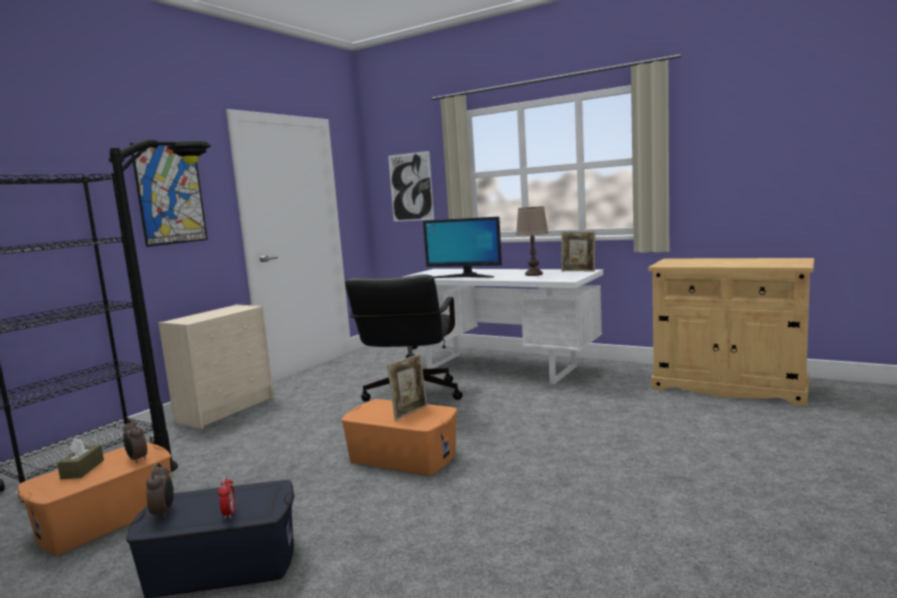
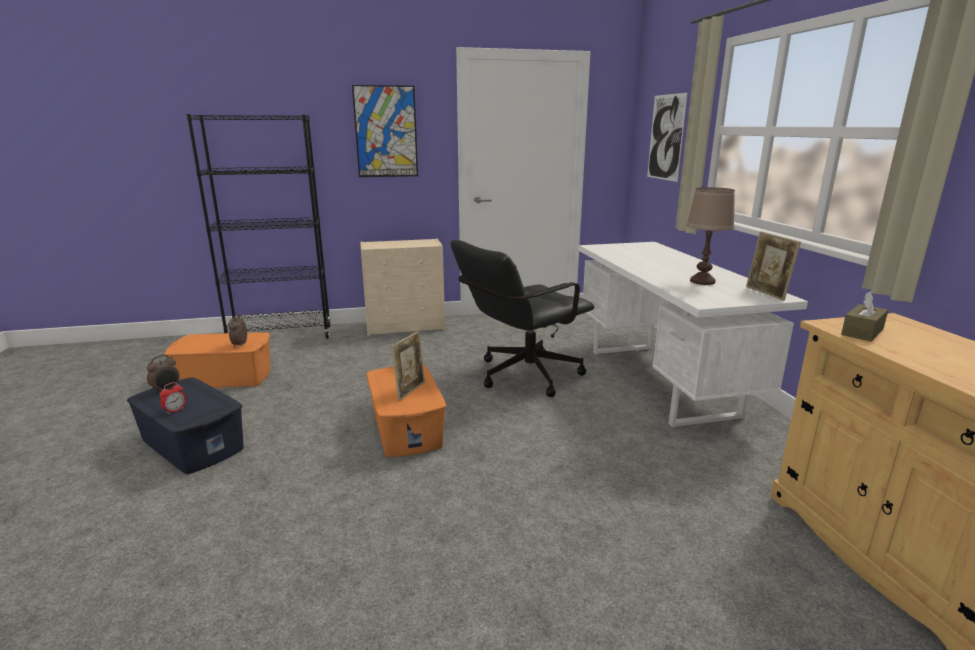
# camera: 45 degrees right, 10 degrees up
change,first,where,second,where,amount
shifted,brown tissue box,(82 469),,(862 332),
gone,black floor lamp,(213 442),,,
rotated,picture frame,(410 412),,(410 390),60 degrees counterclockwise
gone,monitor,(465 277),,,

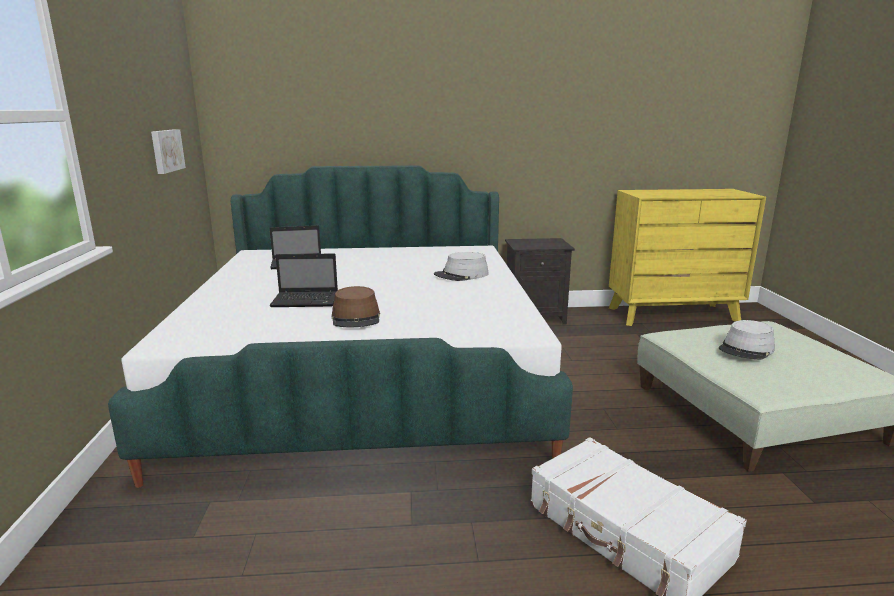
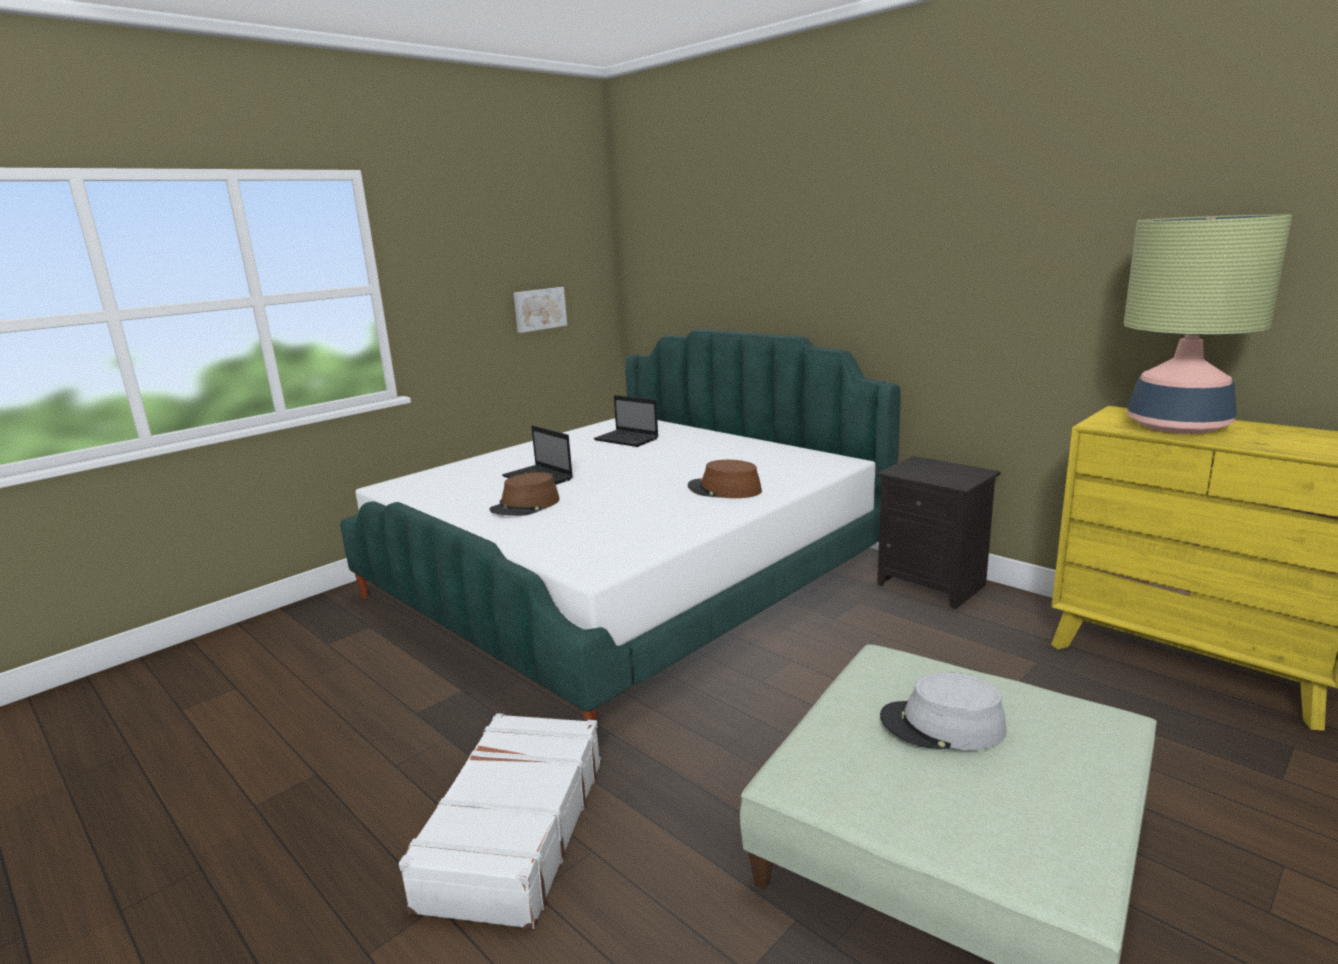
# camera: 50 degrees right, 0 degrees up
change,first,where,second,where,amount
repainted,grey hat,(461 275),brown hat,(724 490),
new,,,table lamp,(1178 425),

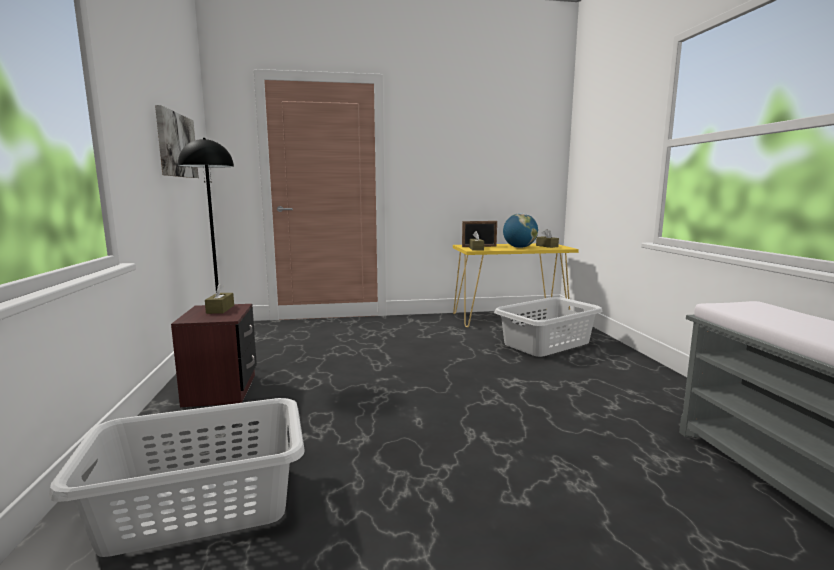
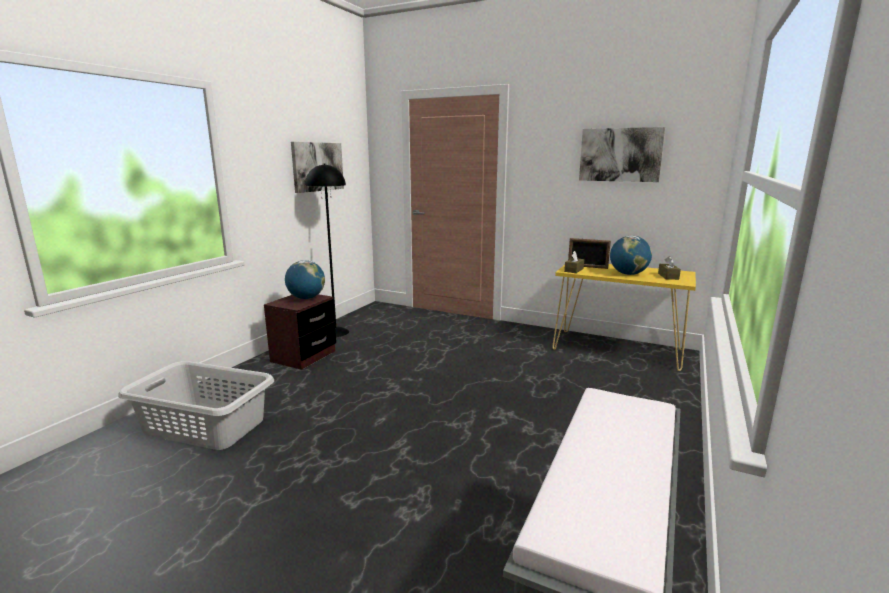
# camera: 35 degrees right, 5 degrees up
change,first,where,second,where,amount
swapped,brown tissue box,(220 309),globe,(306 298),
gone,grey laundry basket,(547 344),,,
new,,,picture,(620 155),

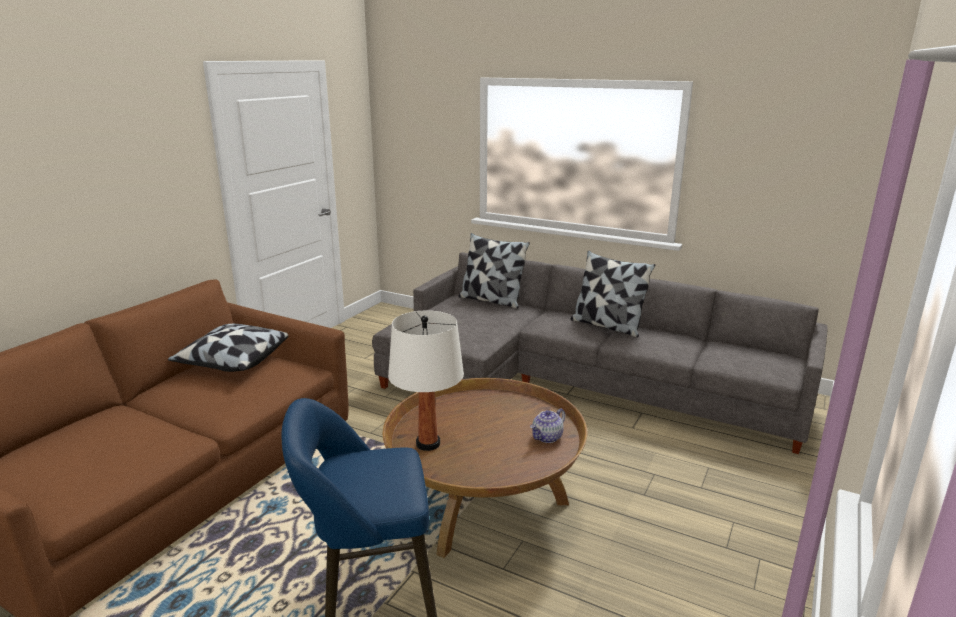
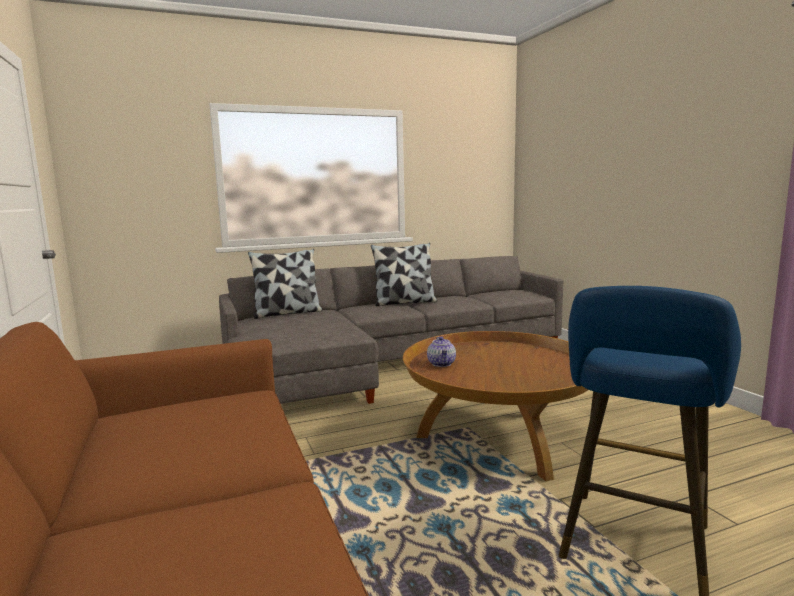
# camera: 50 degrees left, 10 degrees down
change,first,where,second,where,amount
gone,pillow,(232 362),,,
gone,white table lamp,(427 444),,,
shifted,teapot,(547 437),,(442 364),

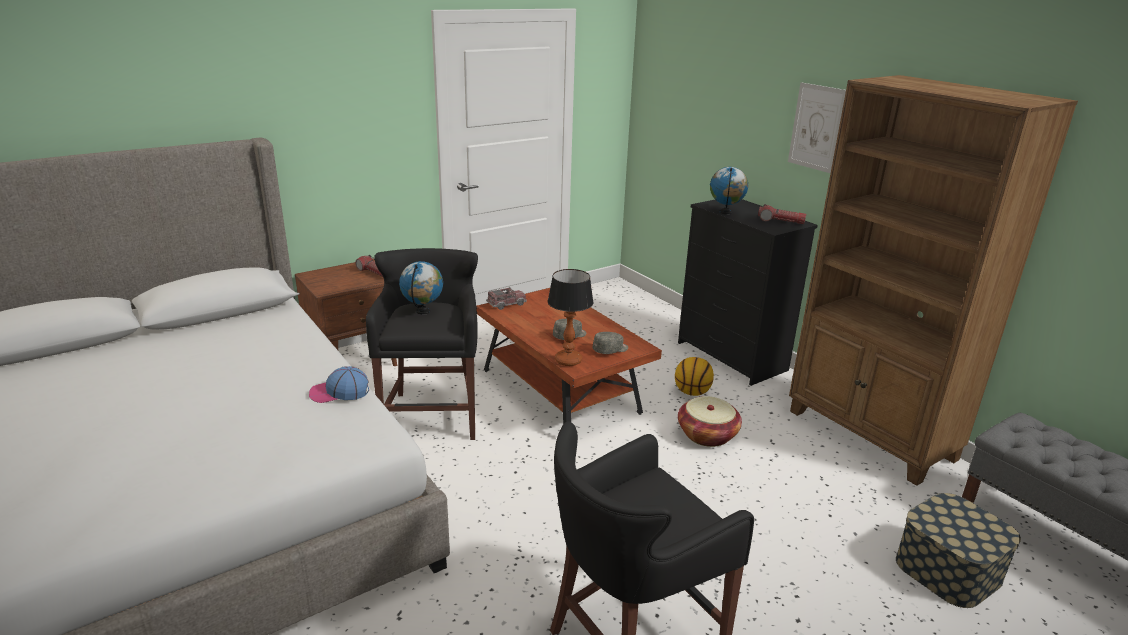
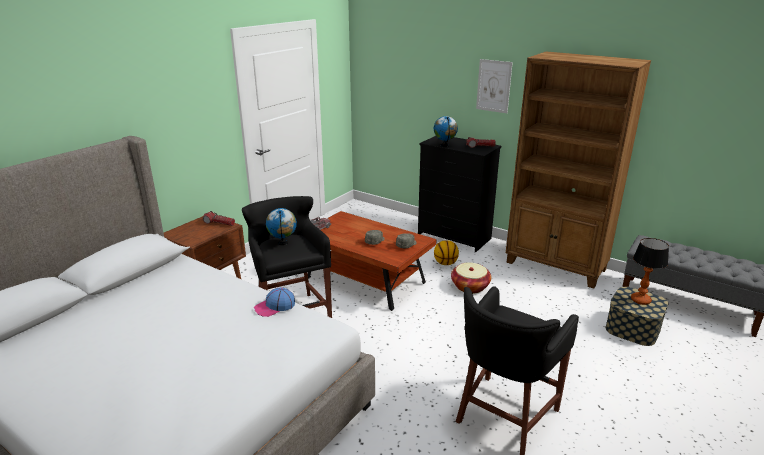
# camera: 20 degrees left, 0 degrees up
change,first,where,second,where,amount
shifted,table lamp,(567 360),,(640 300),

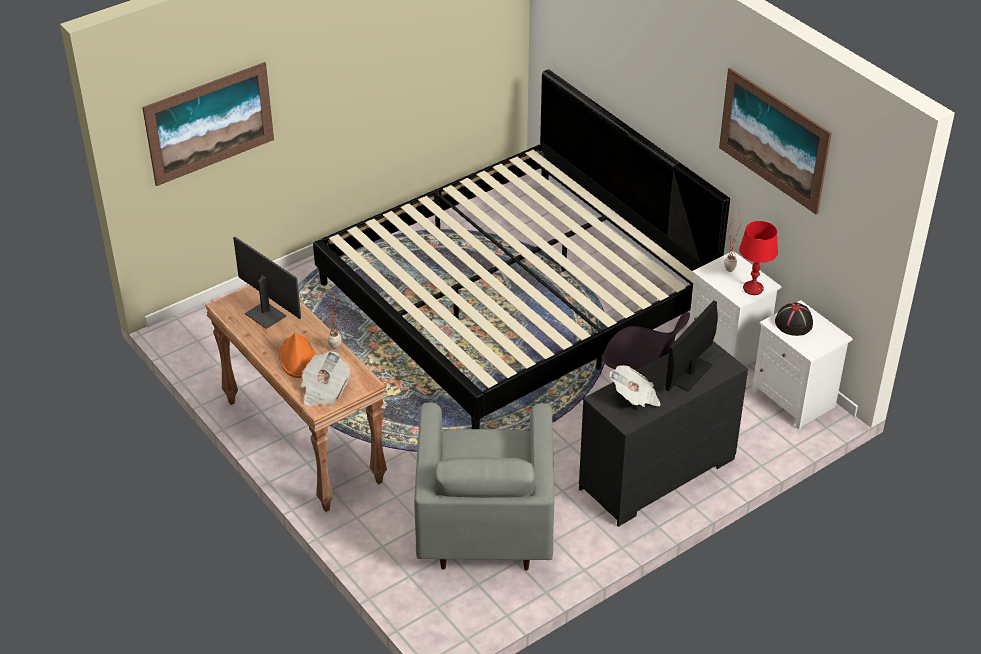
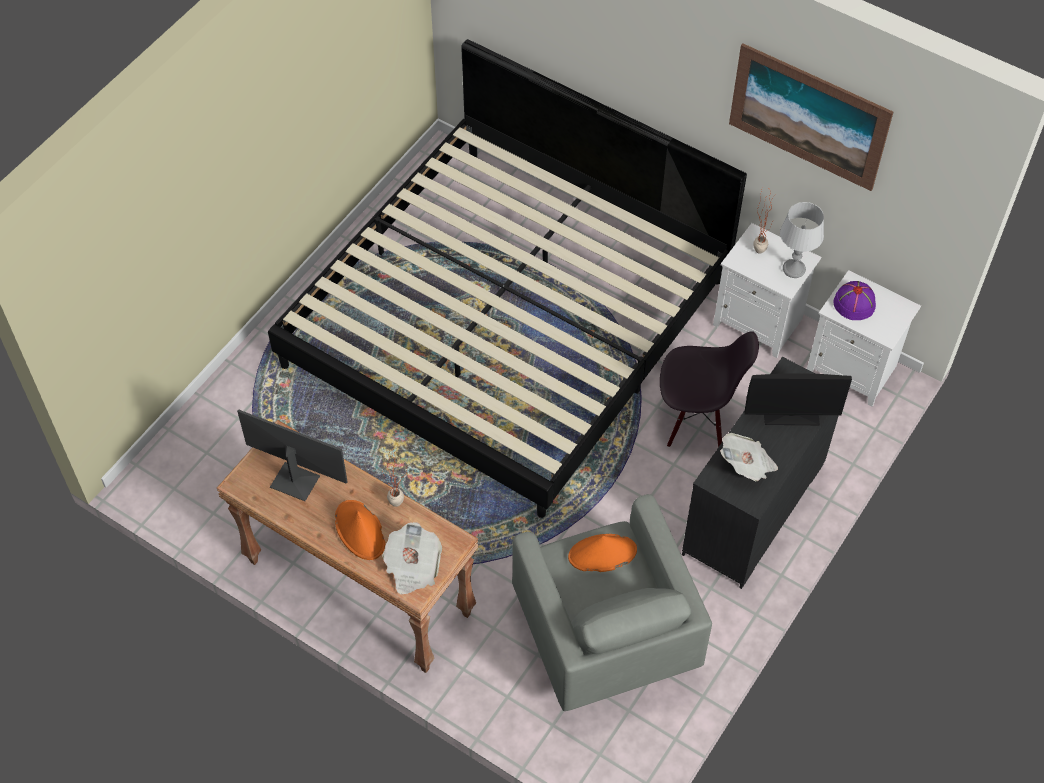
# camera: 20 degrees left, 15 degrees up
change,first,where,second,where,amount
gone,picture,(209 123),,,
rotated,monitor,(691 373),,(791 414),105 degrees counterclockwise
repainted,red table lamp,(752 289),grey table lamp,(793 269),
repainted,black hat,(794 323),purple hat,(854 303),
new,,,orange hat,(602 554),

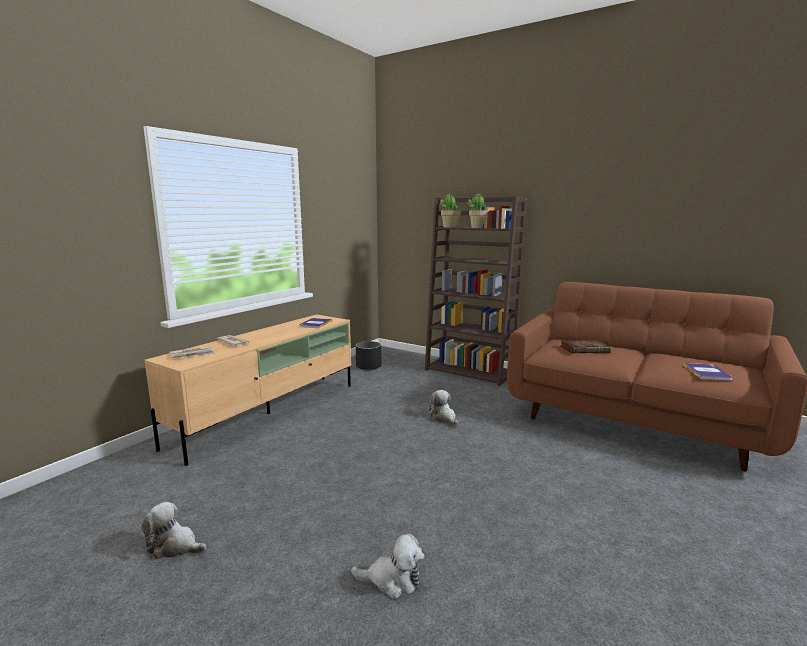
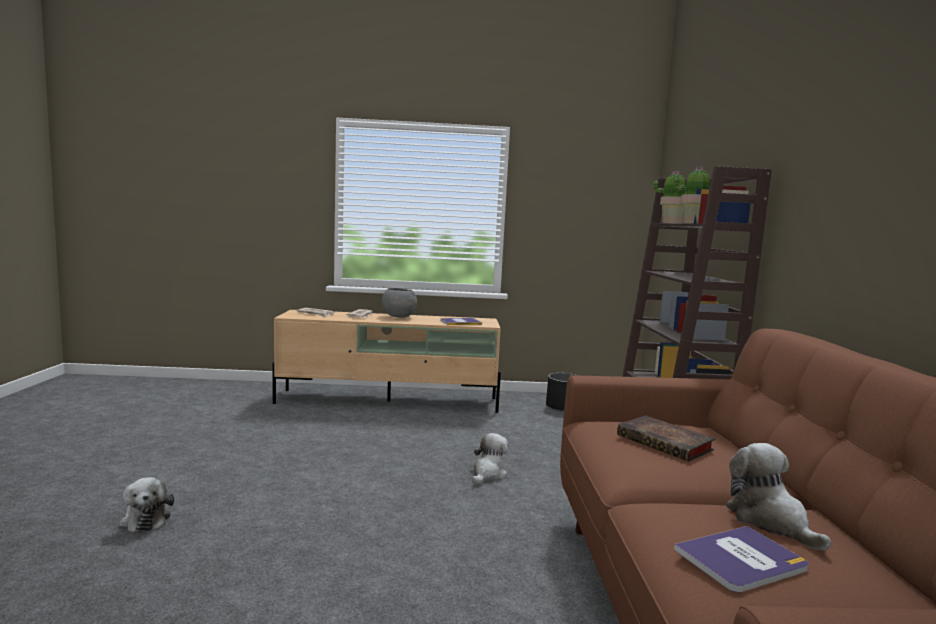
# camera: 55 degrees right, 5 degrees down
change,first,where,second,where,amount
shifted,plush toy,(174 546),,(770 521),
new,,,grey bowl,(398 317),

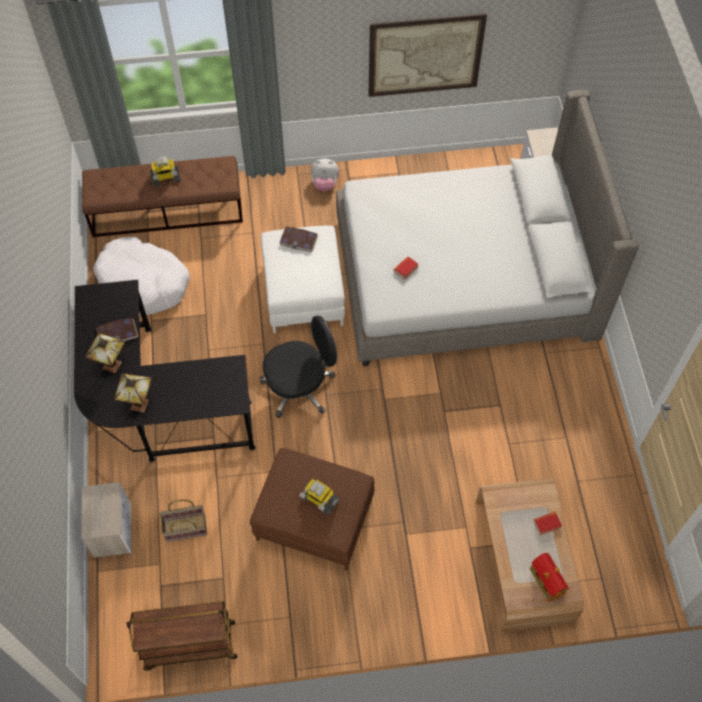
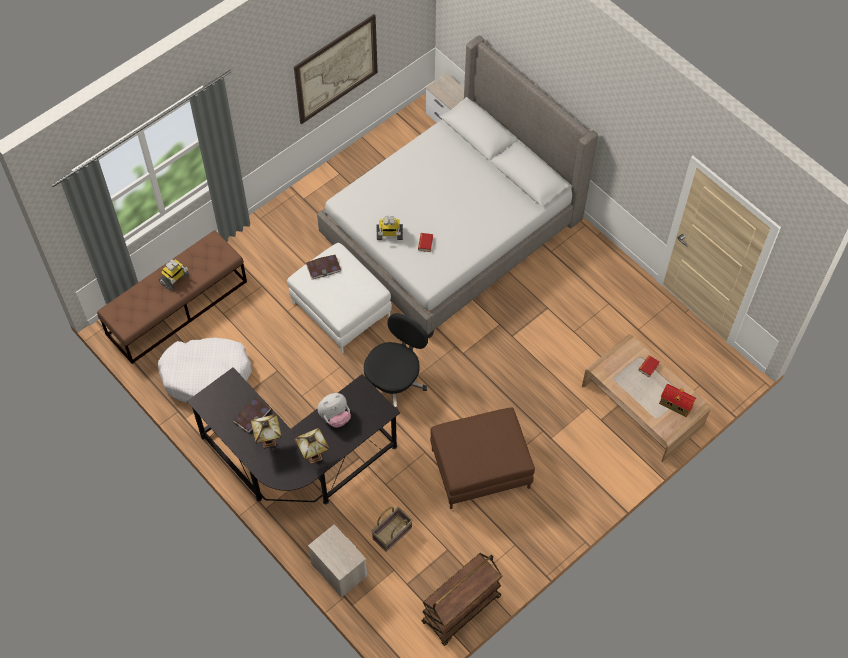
# camera: 35 degrees left, 0 degrees up
change,first,where,second,where,amount
shifted,toy robot,(319 500),,(389 234),
shifted,plush toy,(325 184),,(335 417),

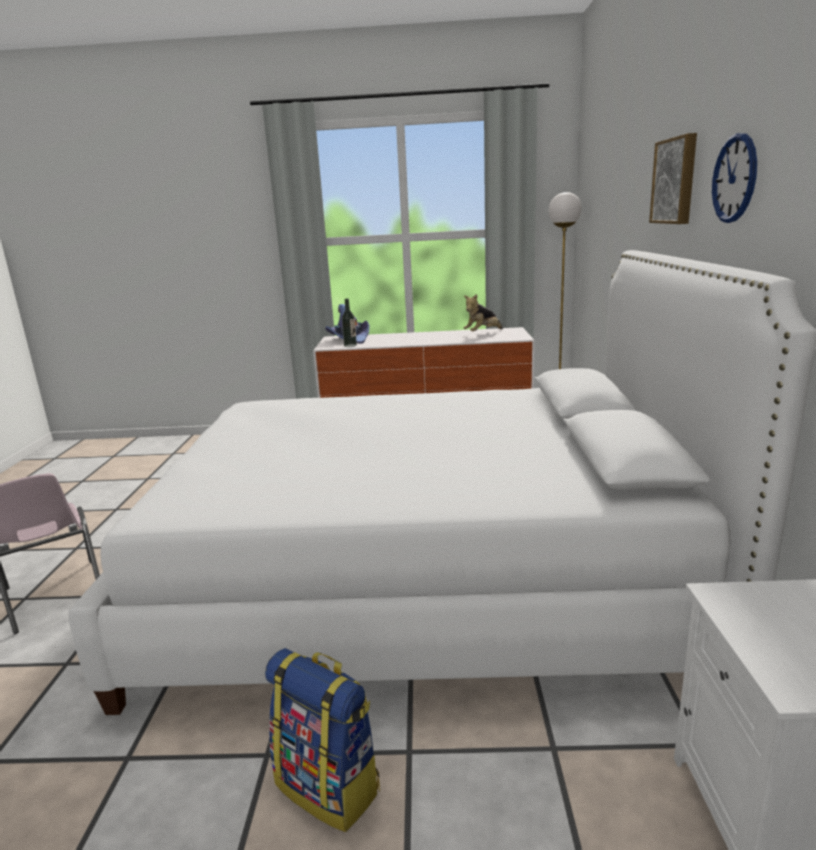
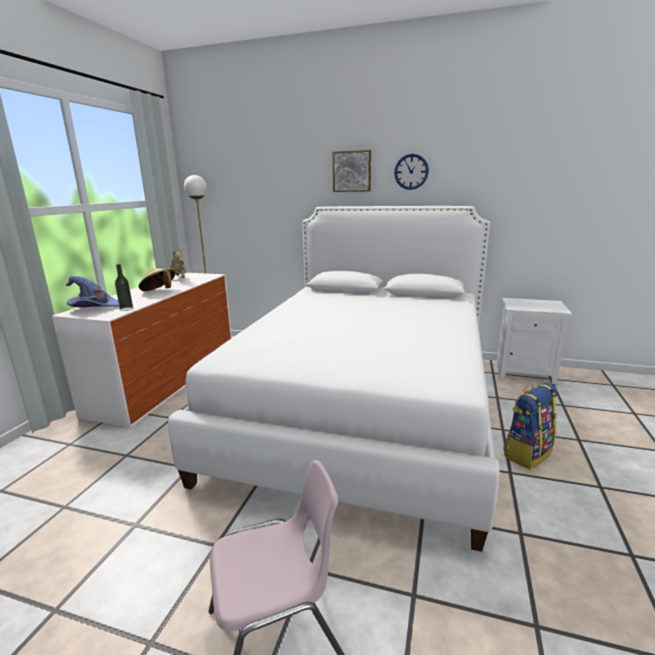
# camera: 75 degrees left, 0 degrees up
change,first,where,second,where,amount
new,,,beige hat,(159 292),

